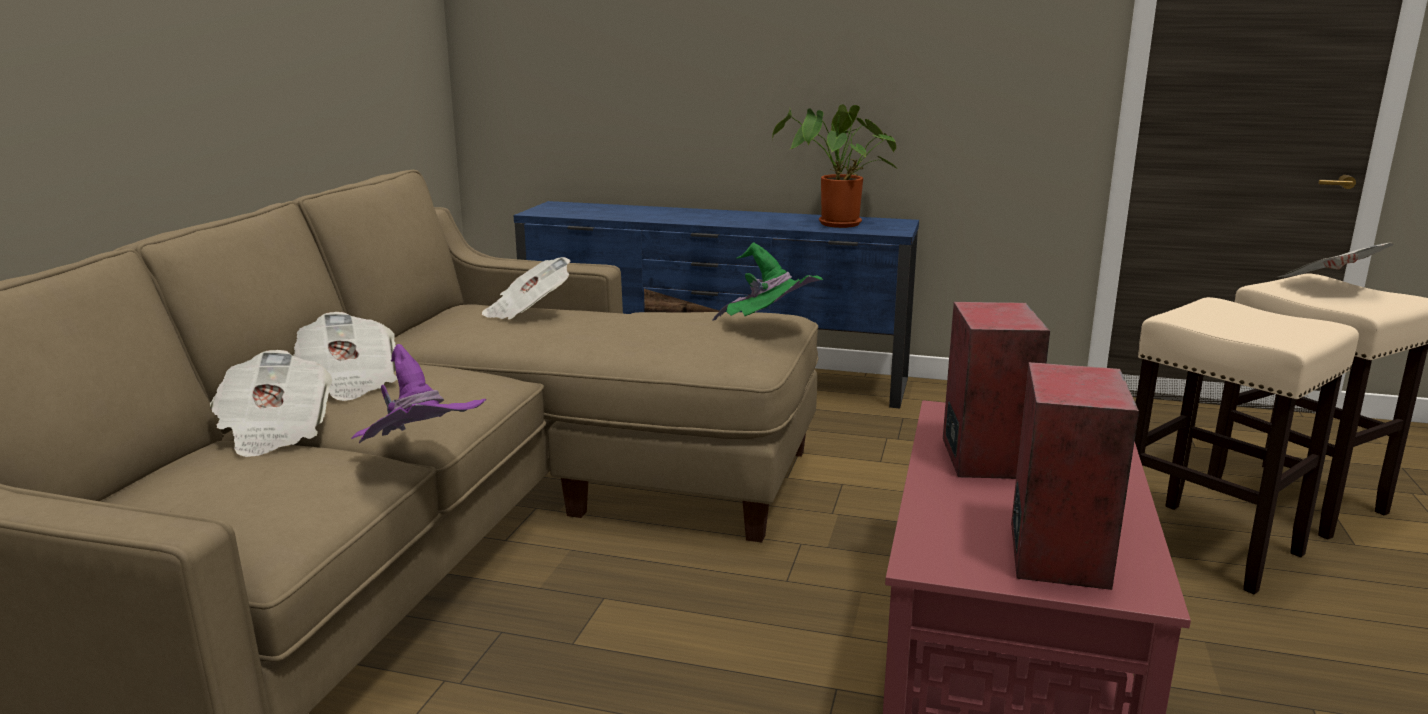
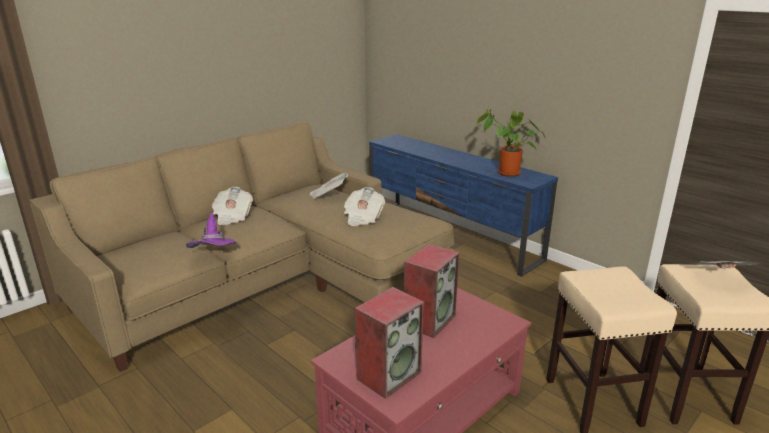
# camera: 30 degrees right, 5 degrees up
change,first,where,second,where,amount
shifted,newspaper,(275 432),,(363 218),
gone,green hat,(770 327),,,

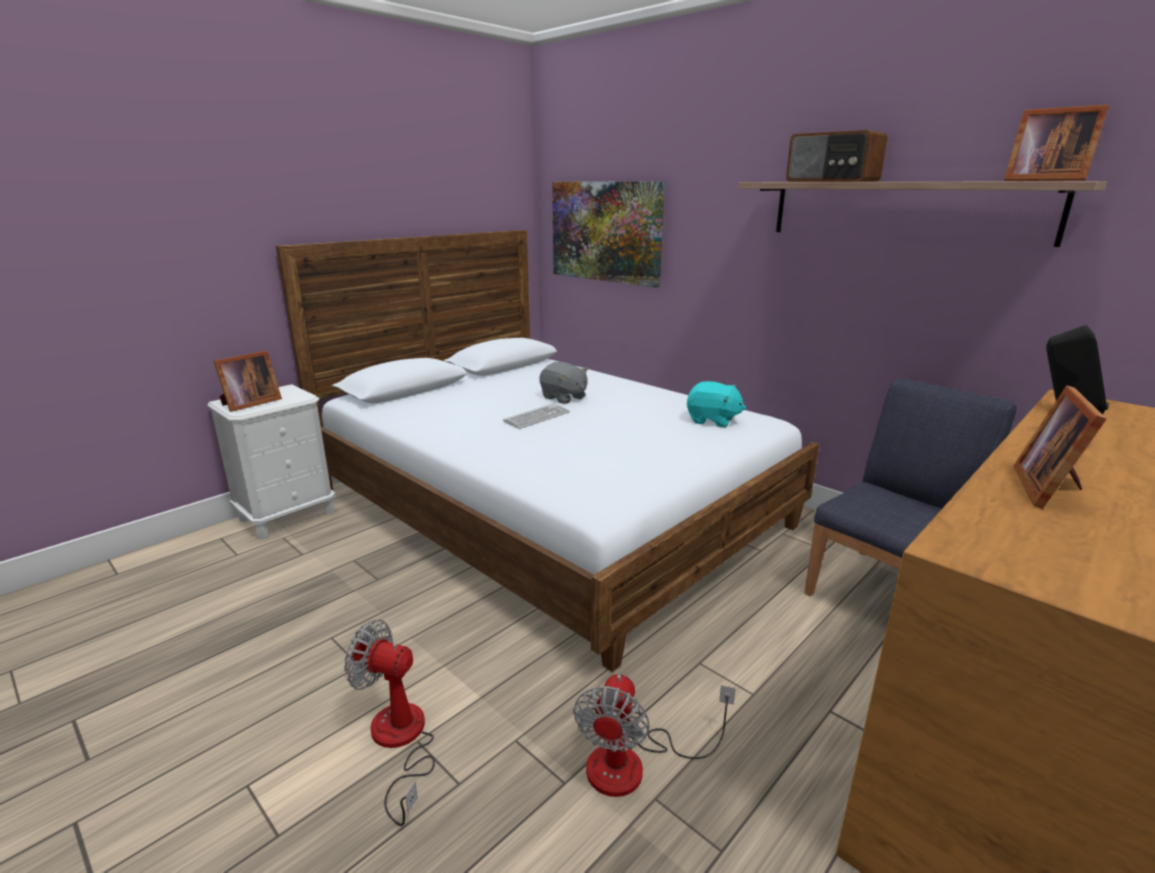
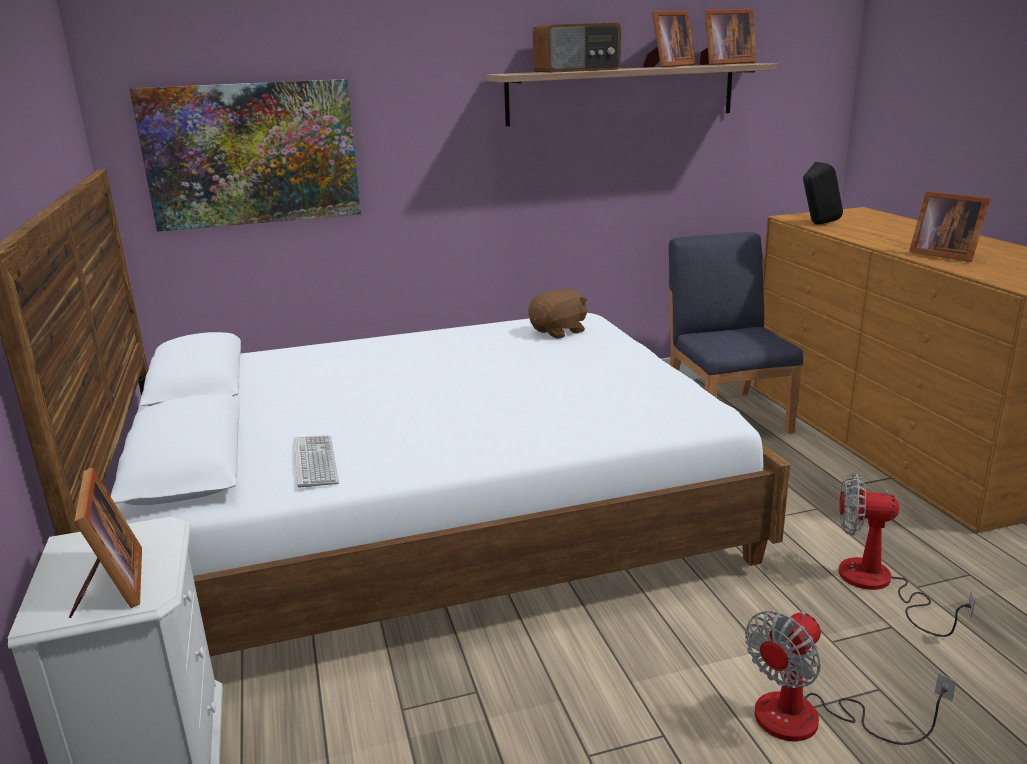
# camera: 60 degrees left, 0 degrees up
change,first,where,second,where,amount
shifted,keyboard,(537 417),,(315 462),
gone,grey plush toy,(563 398),,,
rotated,fan,(634 764),,(879 585),150 degrees clockwise
repainted,turquoise plush toy,(712 420),brown plush toy,(559 331),
new,,,picture frame,(668 66),

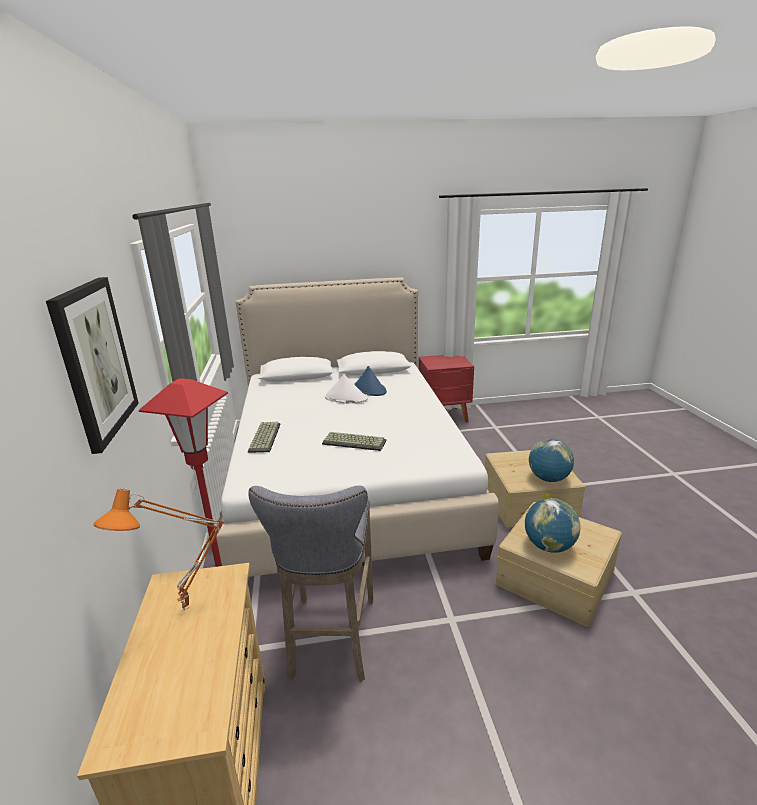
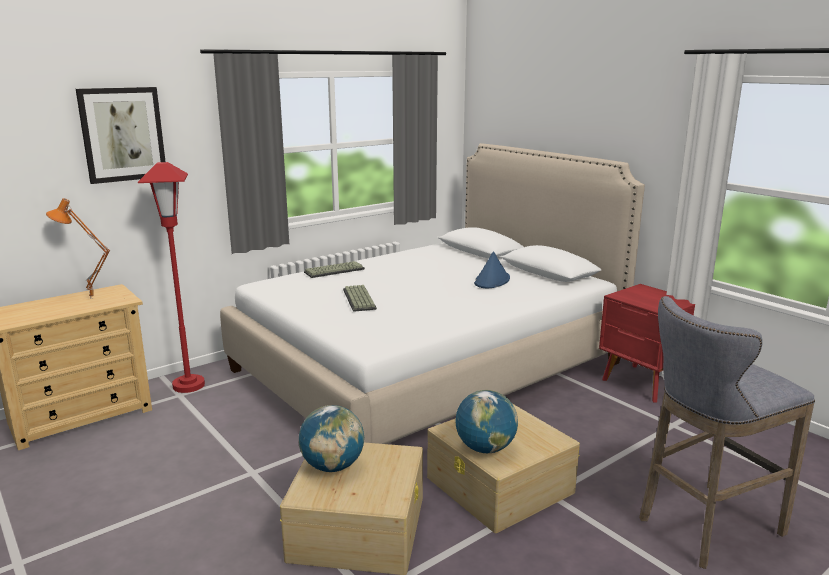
# camera: 60 degrees right, 5 degrees down
change,first,where,second,where,amount
shifted,grey stool,(331 641),,(704 527),
gone,white hat,(345 398),,,

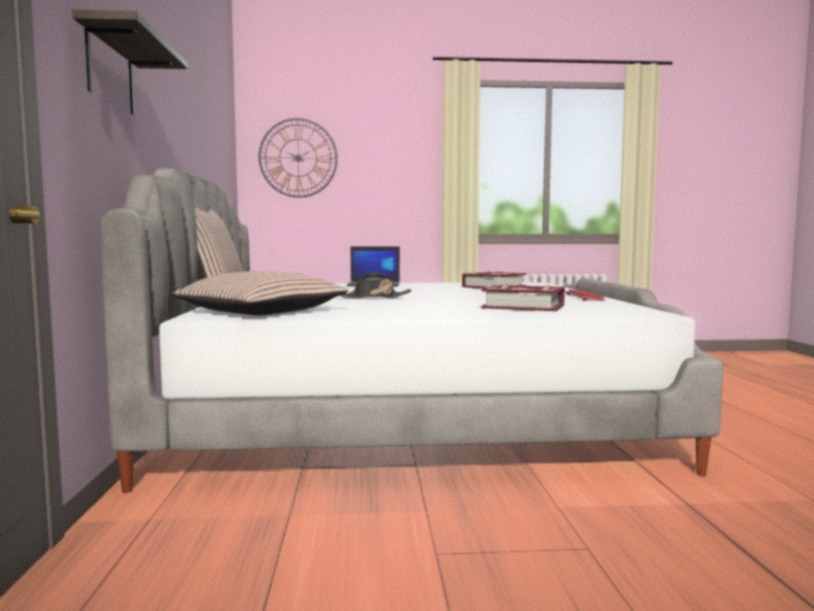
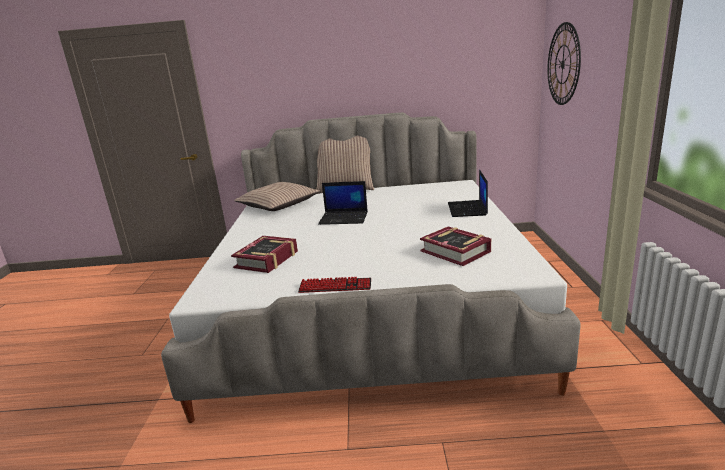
# camera: 95 degrees right, 15 degrees up
change,first,where,second,where,amount
gone,shelf,(110 71),,,
swapped,black hat,(373 298),laptop,(344 218),

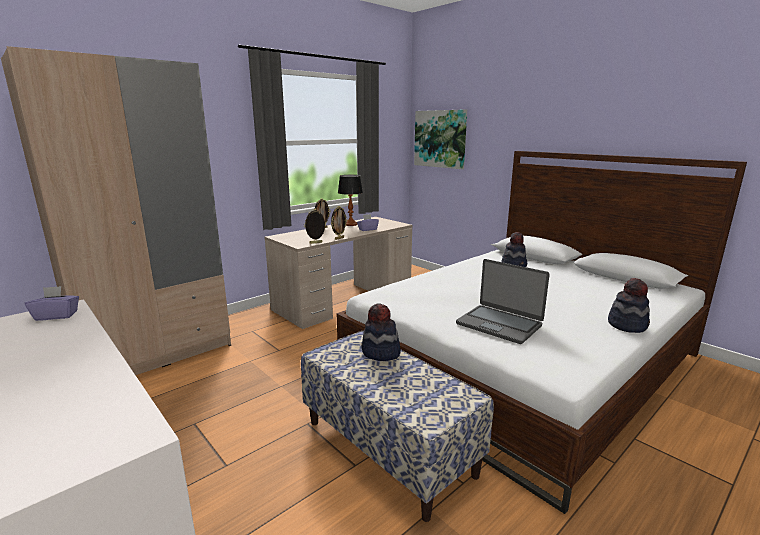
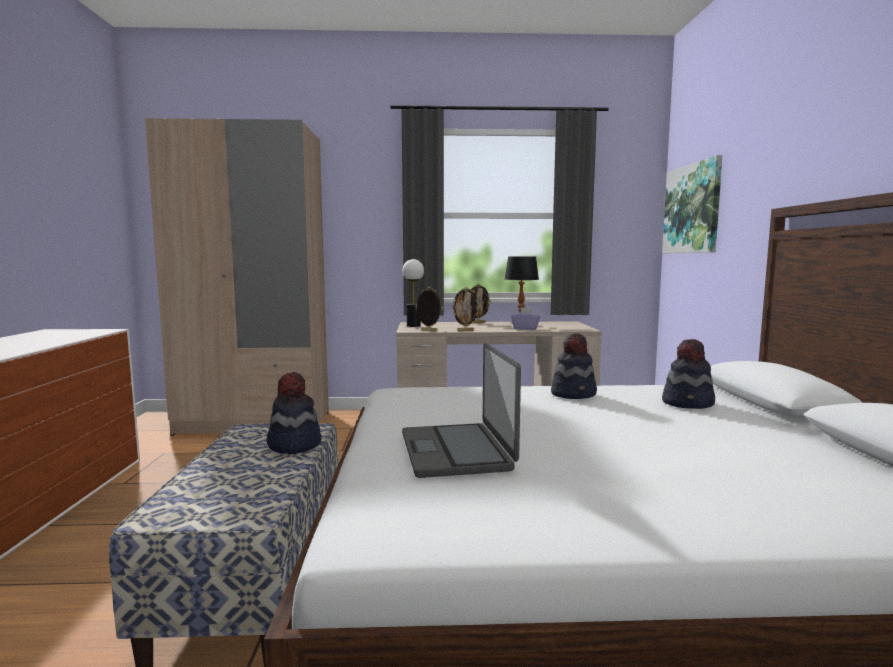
# camera: 40 degrees right, 10 degrees down
change,first,where,second,where,amount
gone,purple tissue box,(57 315),,,
shifted,hat,(627 325),,(574 394),
new,,,table lamp,(413 326),

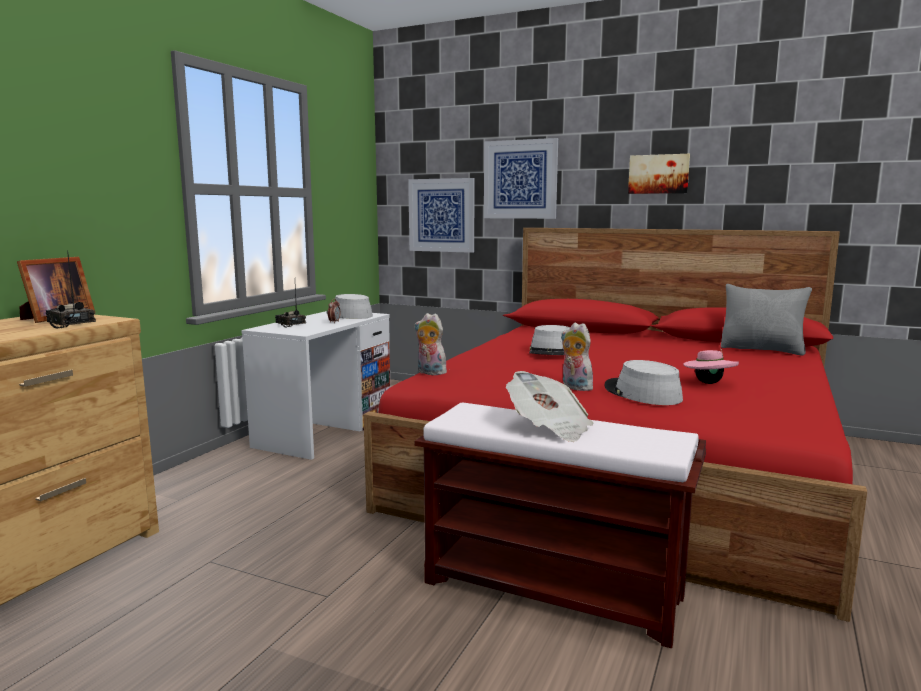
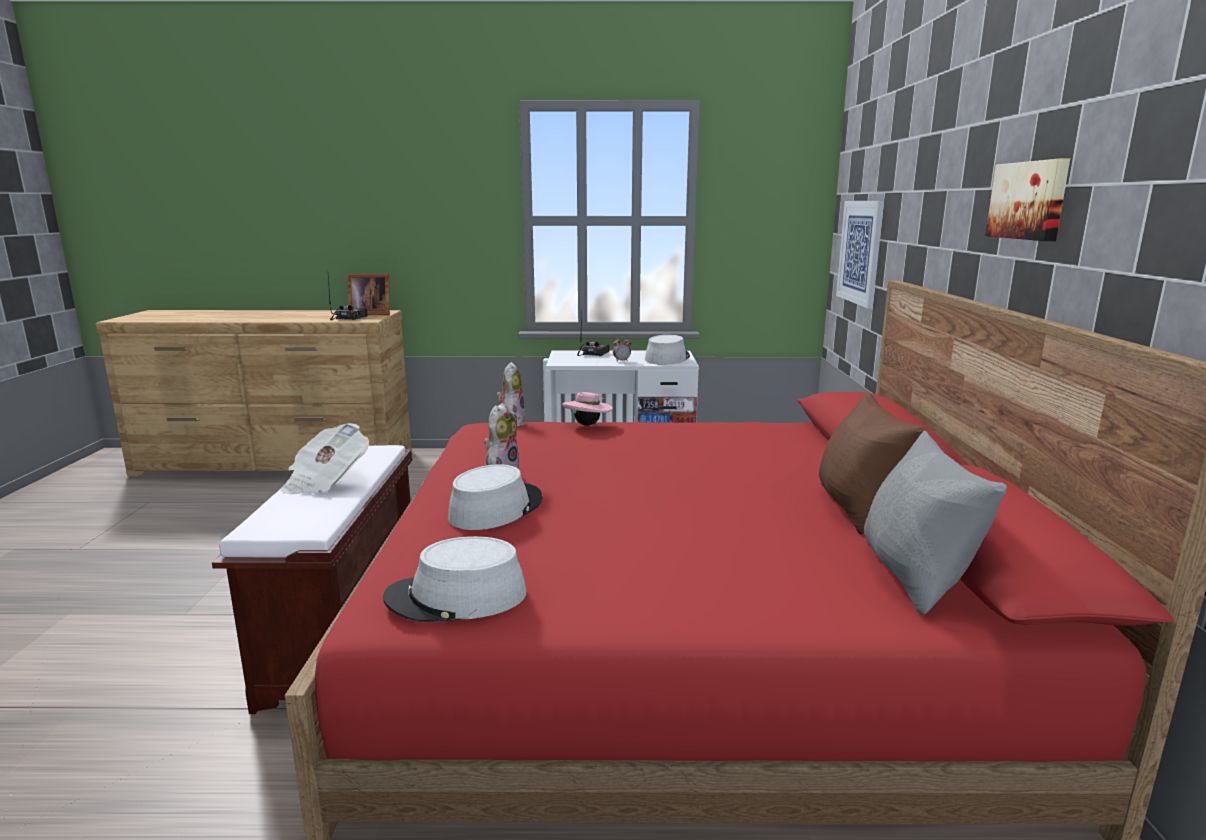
# camera: 65 degrees right, 5 degrees up
change,first,where,second,where,amount
gone,picture,(520 179),,,
shifted,grey hat,(552 351),,(456 597),
shifted,pink hat,(709 383),,(587 424),
new,,,brown pillow,(858 509),

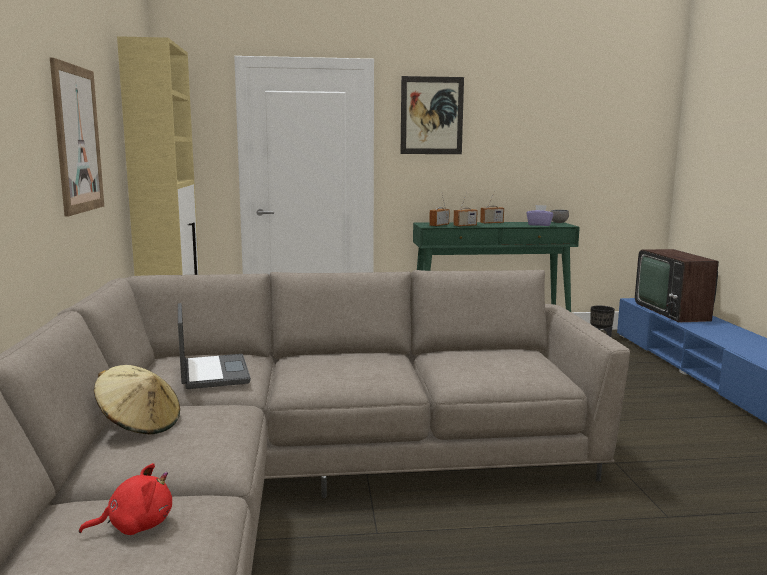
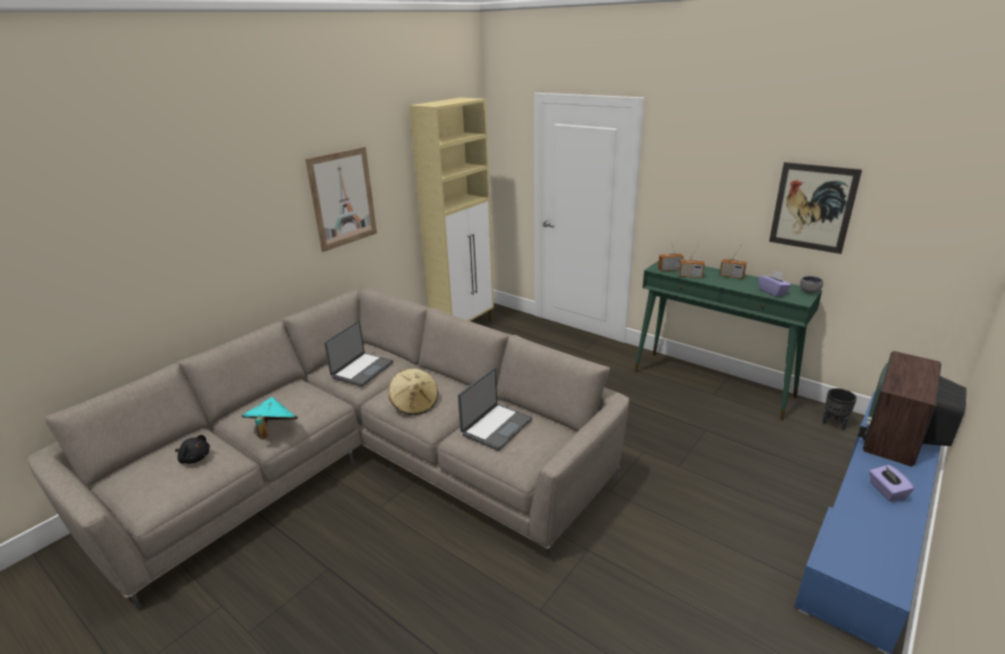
# camera: 45 degrees right, 15 degrees up
change,first,where,second,where,amount
repainted,red plush toy,(135 525),black plush toy,(194 458),
shifted,beige hat,(140 424),,(415 404),
shifted,picture,(431 115),,(812 207),
new,,,turquoise hat,(273 430),
new,,,laptop,(495 427),
new,,,purple tissue box,(886 491),

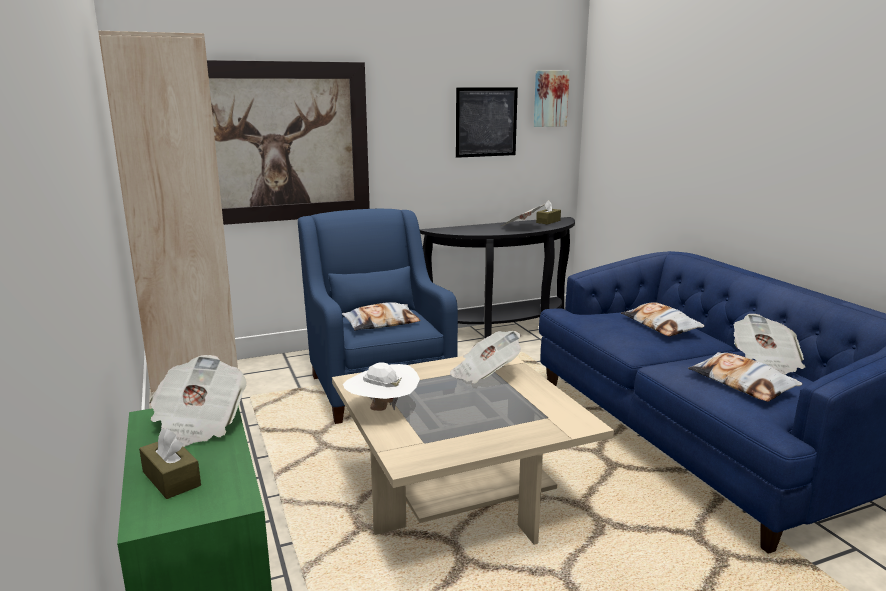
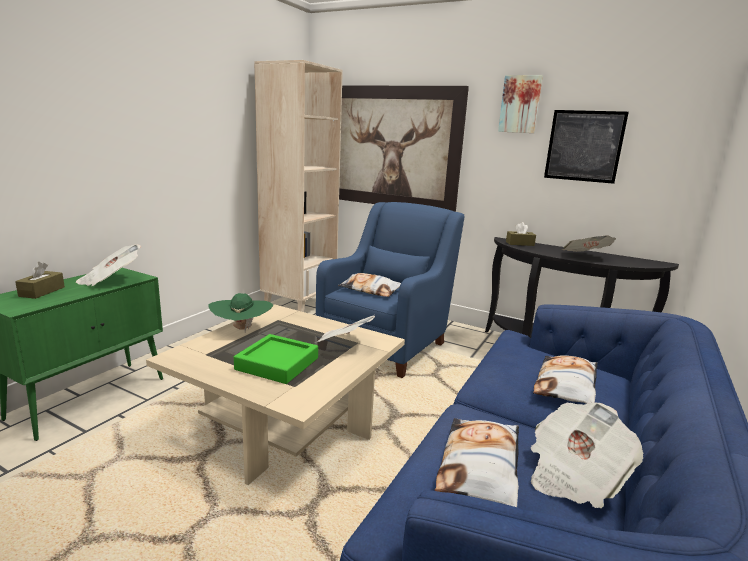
# camera: 50 degrees right, 0 degrees up
change,first,where,second,where,amount
repainted,white hat,(381 409),green hat,(242 329),
shifted,picture,(550 98),,(520 104),
shifted,brown tissue box,(548 221),,(520 243),
new,,,green tray,(277 364),

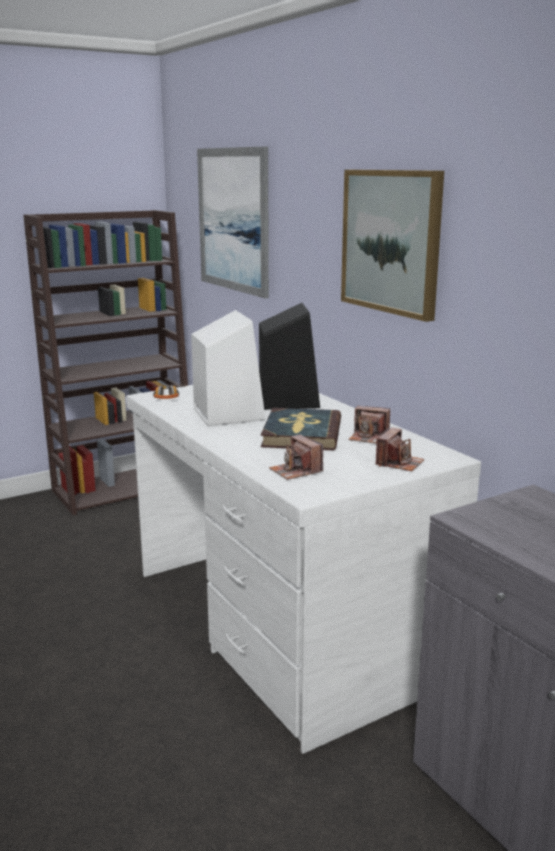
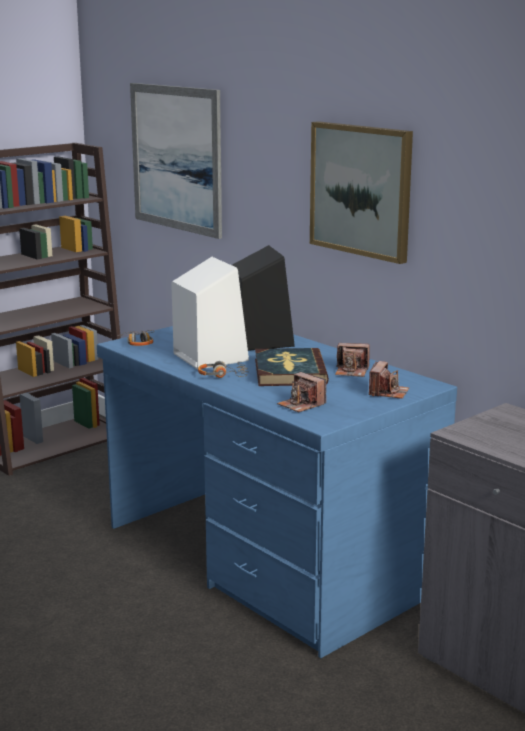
# camera: 10 degrees left, 0 degrees up
change,first,where,second,where,amount
repainted,white desk,(282 624),blue desk,(266 558),
new,,,headphones,(223 375),

